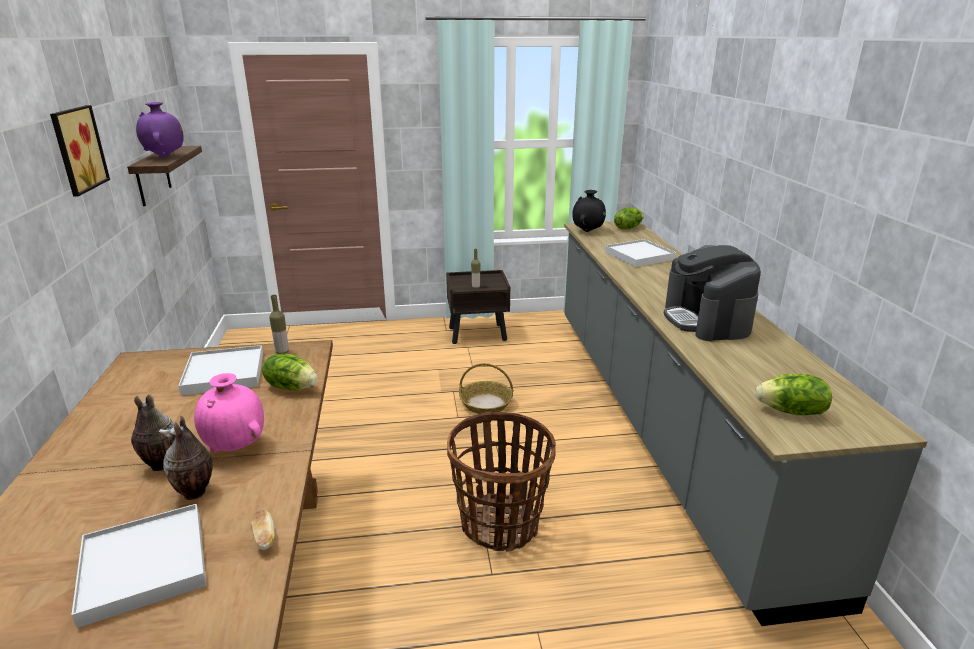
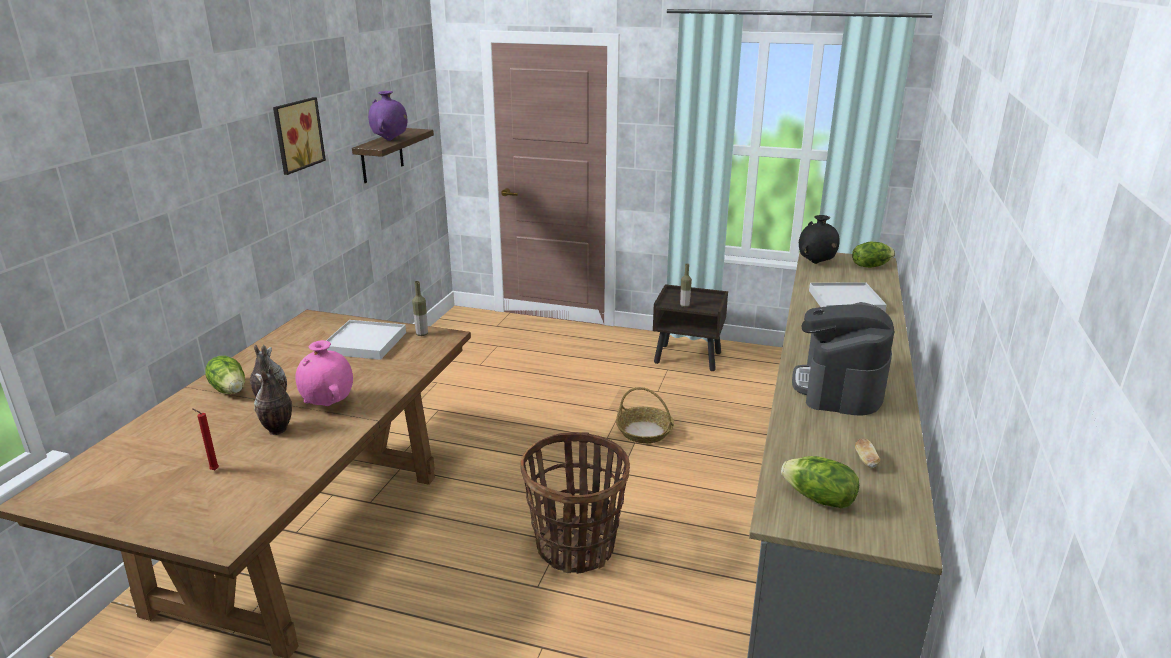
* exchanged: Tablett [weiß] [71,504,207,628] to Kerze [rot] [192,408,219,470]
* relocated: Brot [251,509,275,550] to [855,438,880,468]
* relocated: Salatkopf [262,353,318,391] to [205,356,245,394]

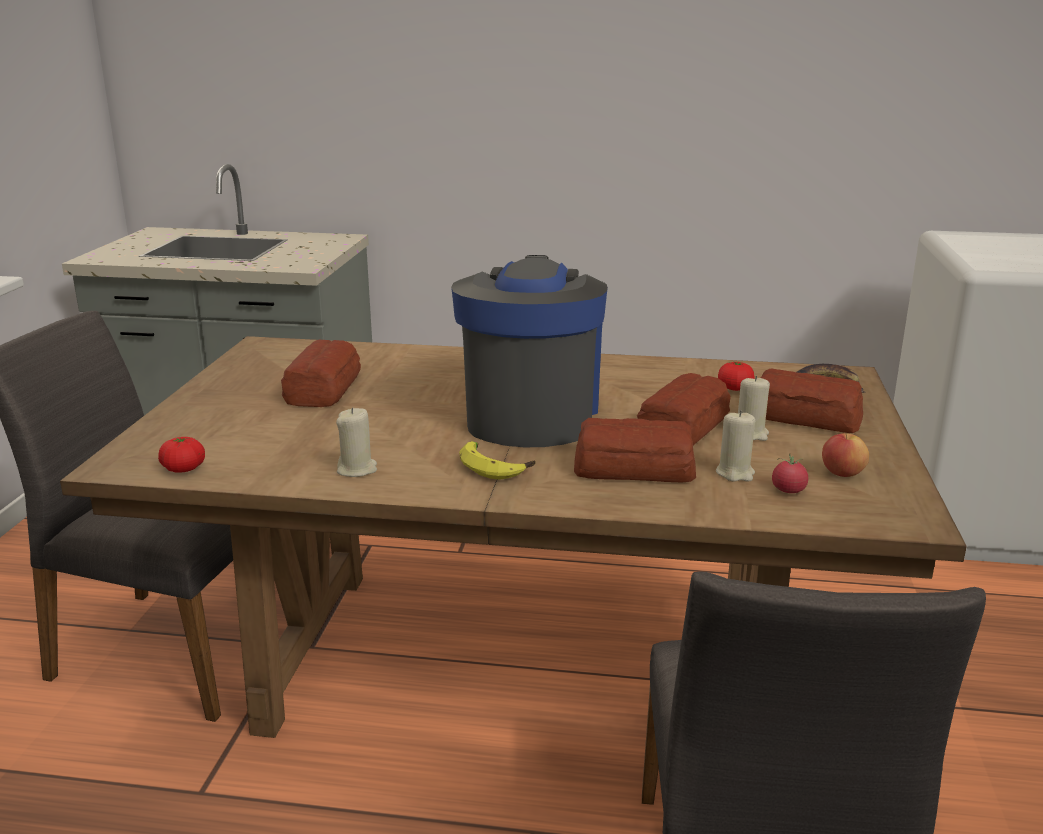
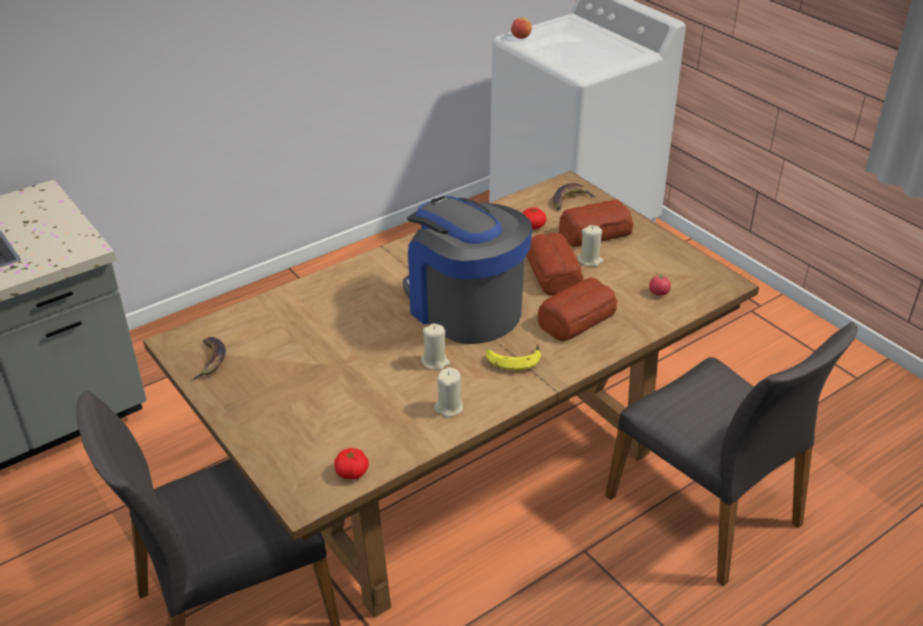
* missing: Brot [281,340,361,407]
* relocated: Kerze [beige] [716,410,755,482] to [421,324,450,370]
* relocated: Apfel [822,433,869,477] to [511,17,532,39]
* appeared: Banane [191,337,226,381]

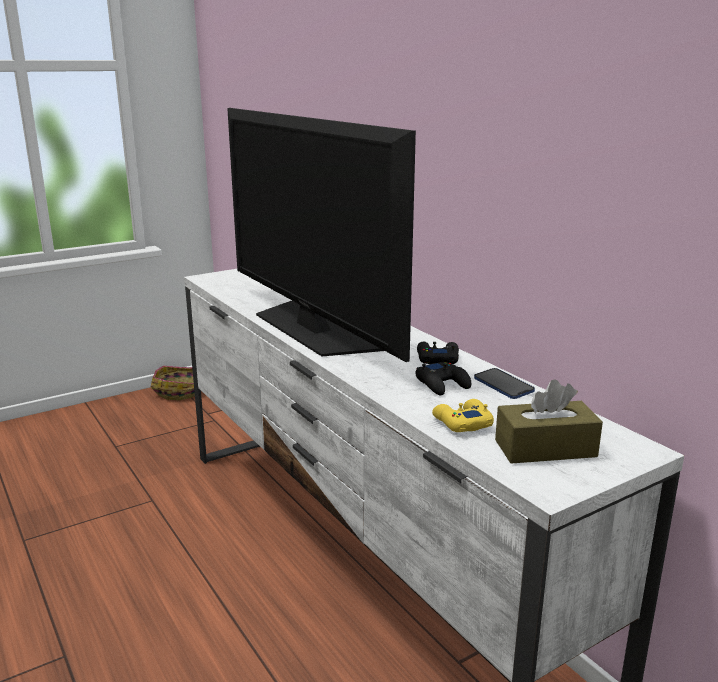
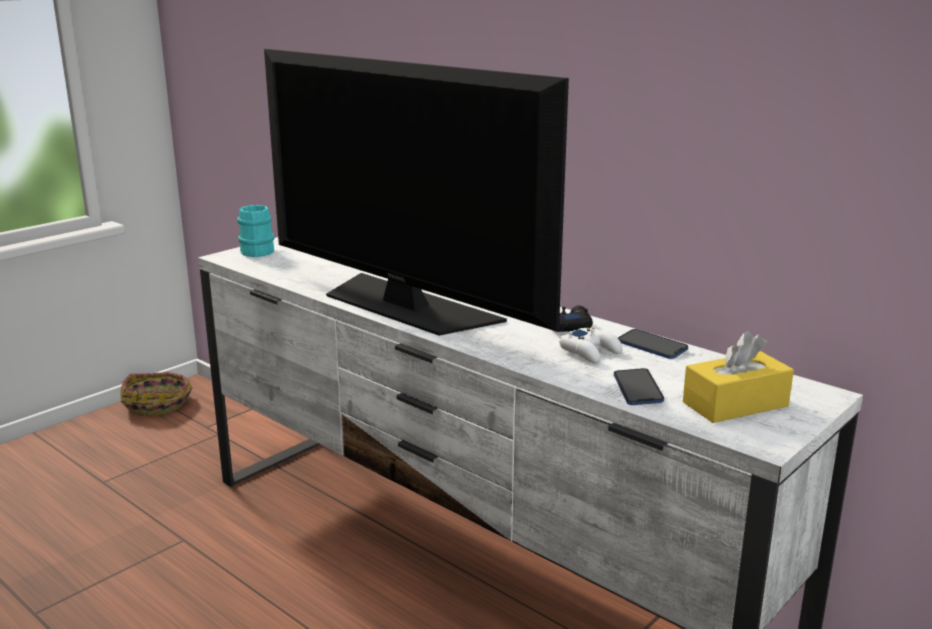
* colour: Gamepad [schwarz] [415,362,471,395] to Gamepad [weiß] [559,328,623,364]
* exchanged: Gamepad [gelb] [432,399,494,432] to Handy [614,368,664,405]
* colour: Taschentuchbox [braun] [495,379,603,464] to Taschentuchbox [gelb] [683,331,794,423]
* appeared: Henkelbecher [türkis] [237,205,274,257]

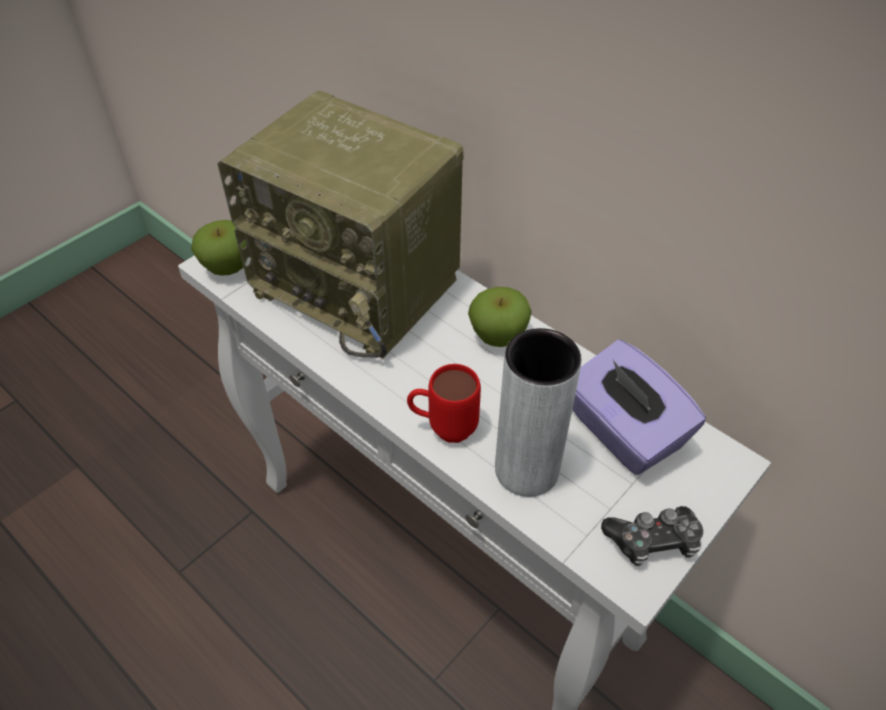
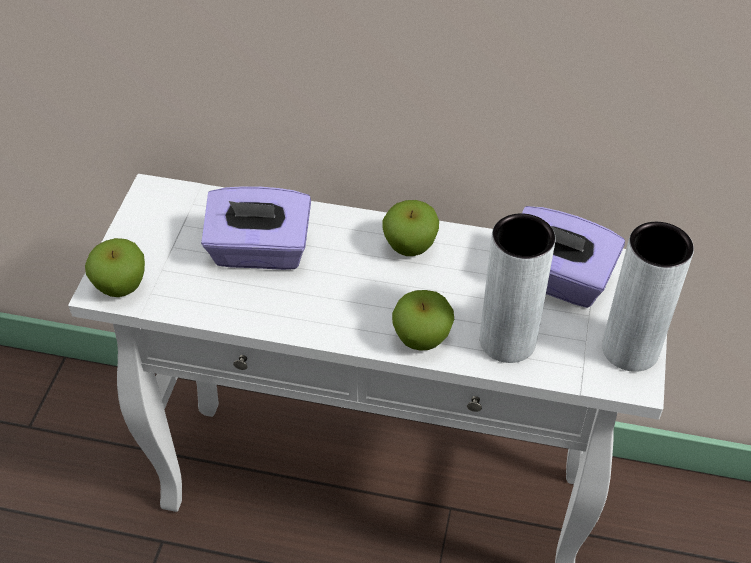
* exchanged: Radio [217,91,464,358] to Taschentuchbox [lila] [201,186,311,270]
* exchanged: Henkelbecher [rot] [407,364,481,443] to Apfel [392,290,454,350]
* exchanged: Gamepad [601,506,703,566] to Vase [grau] [602,222,694,372]

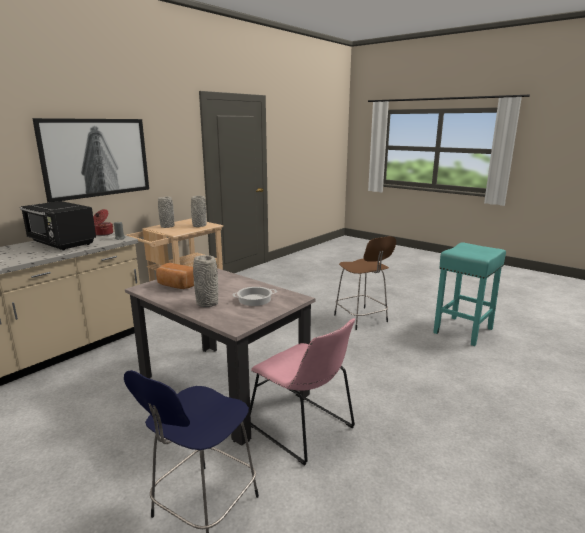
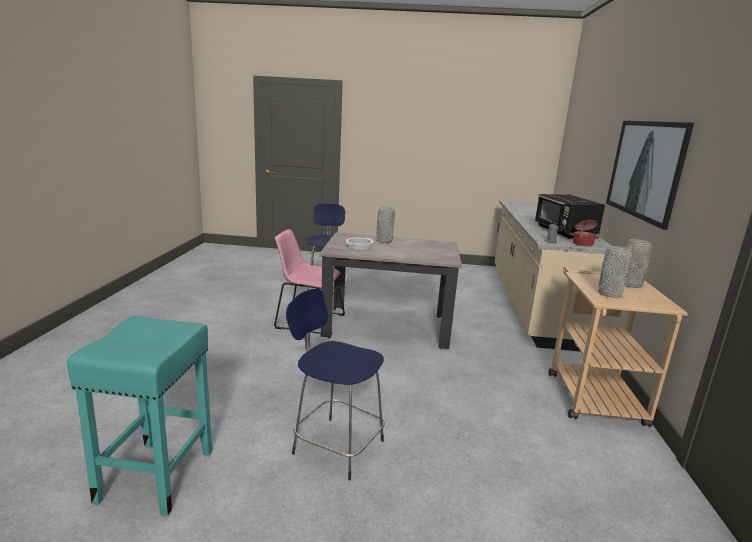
* spun: Mikrowelle [schwarz] [20,201,96,251] = [535,194,605,239] 105 degrees counterclockwise
* missing: Brot [156,263,194,289]
* colour: Hocker [braun] [334,236,396,330] to Hocker [blau] [286,288,385,481]

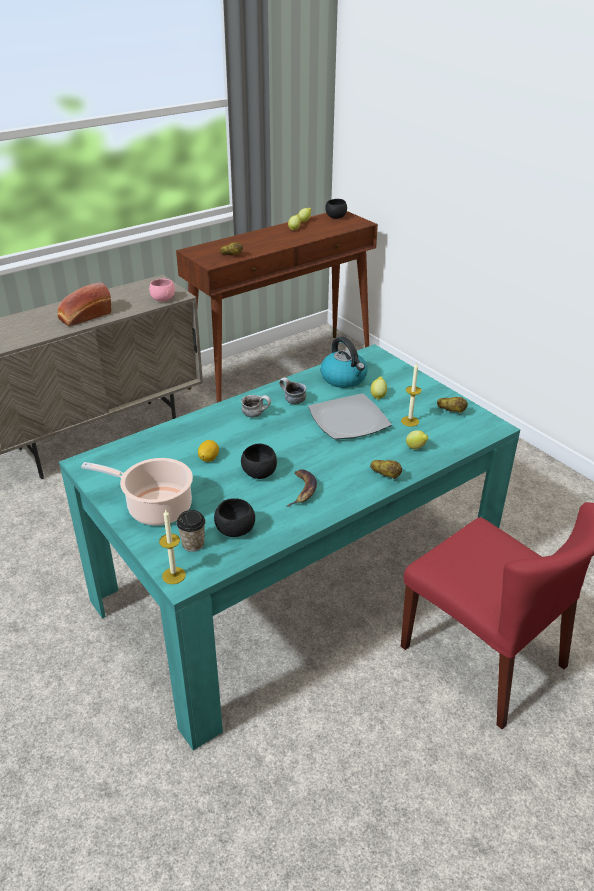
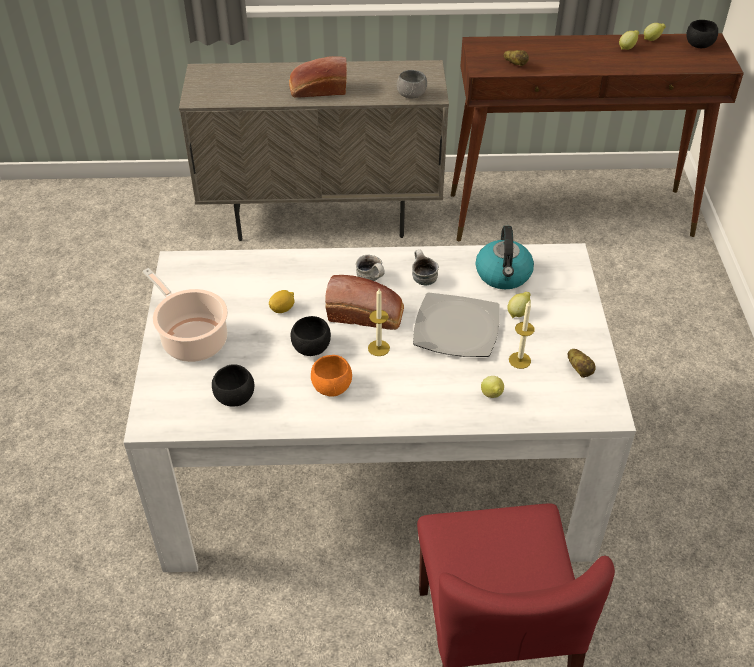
* colour: Esstisch [türkis] [59,344,520,750] to Esstisch [weiß] [123,243,636,572]
* colour: Schüssel [rosa] [149,279,175,302] to Schüssel [grau] [397,70,427,99]
* relocated: Kerze [159,509,186,584] to [368,289,390,356]
* missing: Tasse [177,510,206,552]
* exchanged: Banane [287,469,317,507] to Schüssel [orange] [311,355,352,397]
* missing: Kartoffel [370,460,402,479]
* appeared: Brot [325,275,404,330]

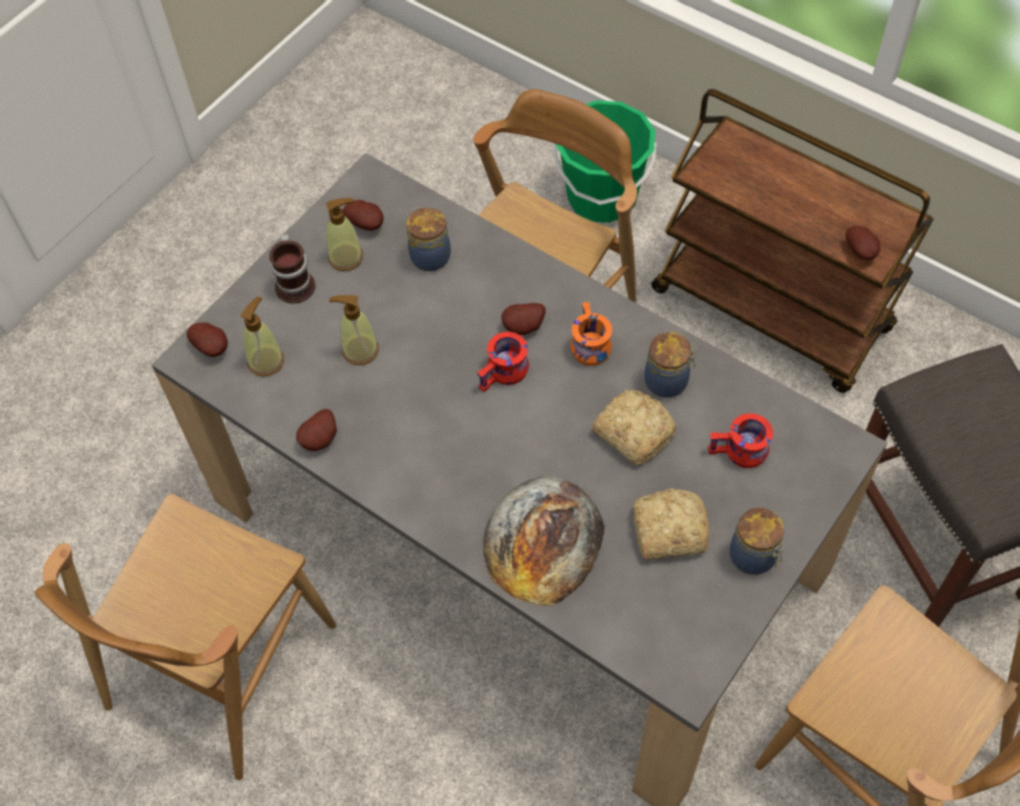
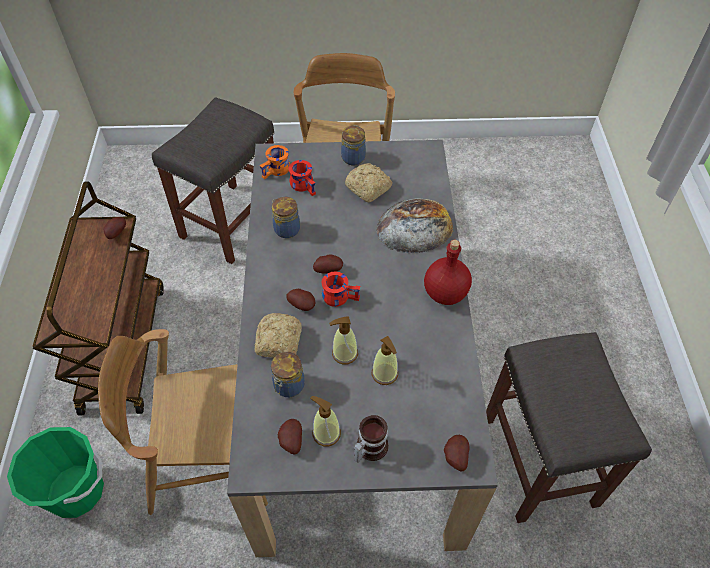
* exchanged: Stuhl [braun] [35,494,336,780] to Hocker [grau] [486,332,652,523]
* relocated: Seifenspender [240,296,284,376] to [329,316,358,365]
* relocated: Kartoffel [296,409,337,451] to [313,254,343,274]
* relocated: Henkelbecher [orange] [570,302,612,366] to [260,145,290,180]
* relocated: Brot [592,390,677,465] to [254,313,302,358]
* appeared: Flasche [rot] [424,240,472,305]

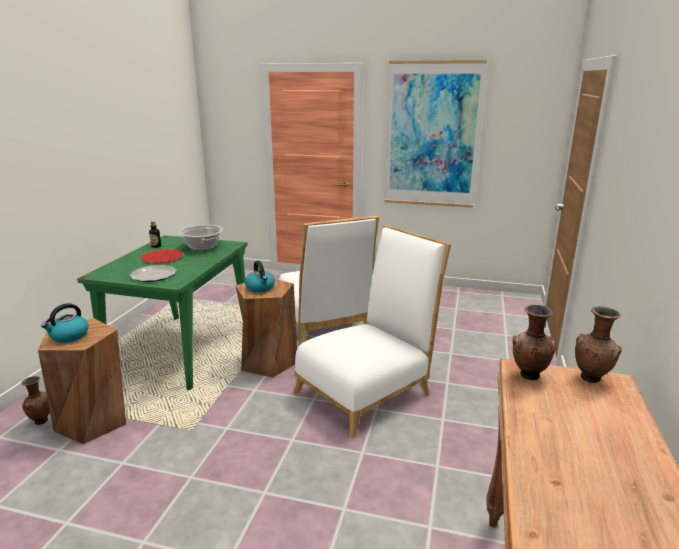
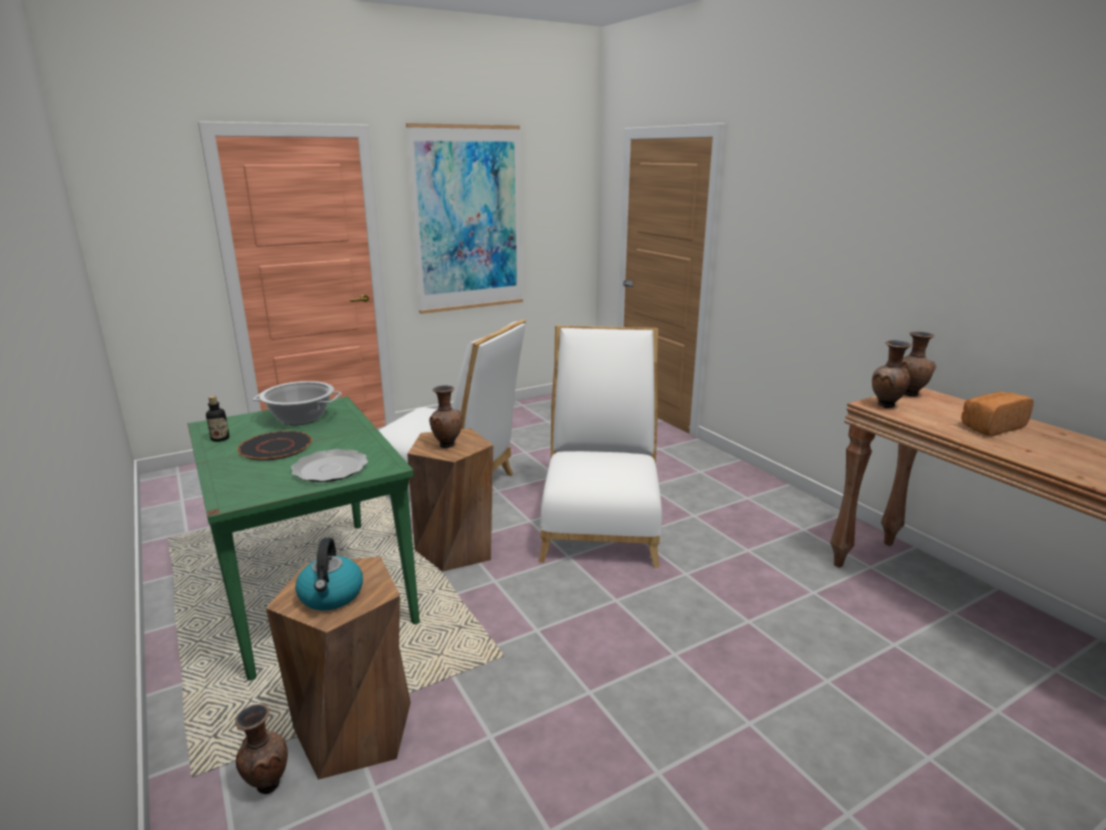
* colour: Teller [rot] [141,249,183,264] to Teller [schwarz] [238,431,312,461]
* exchanged: Wasserkessel [245,261,275,292] to Vase [braun] [429,385,462,448]
* appeared: Brot [961,392,1034,436]

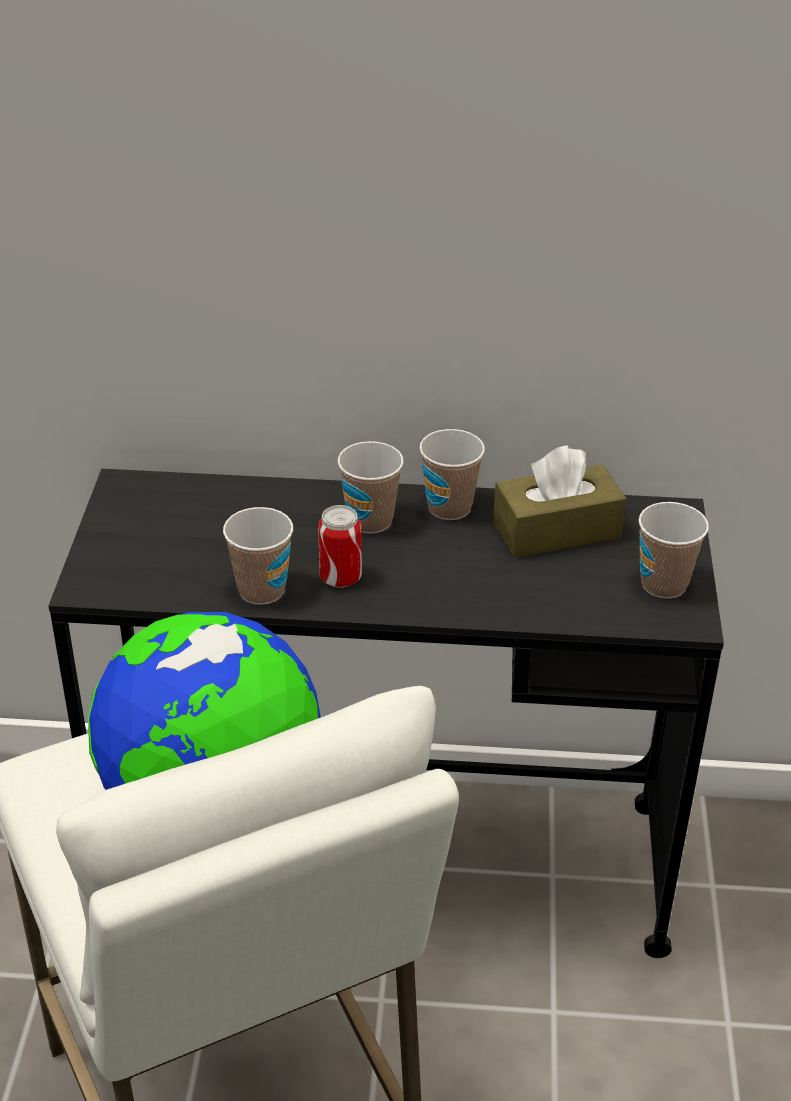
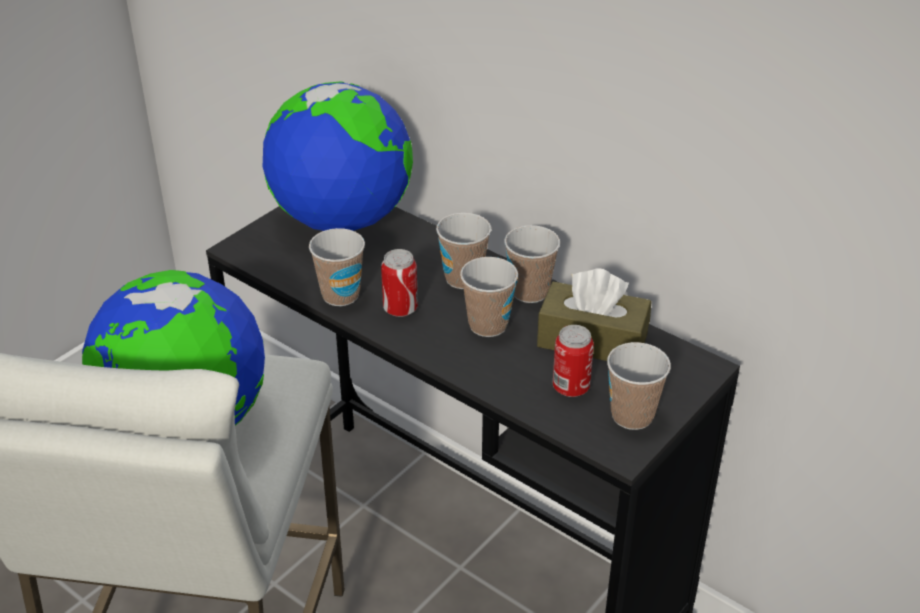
* appeared: Globus [263,81,413,231]
* appeared: Tasse [460,257,518,337]
* appeared: Dose [553,325,594,397]

